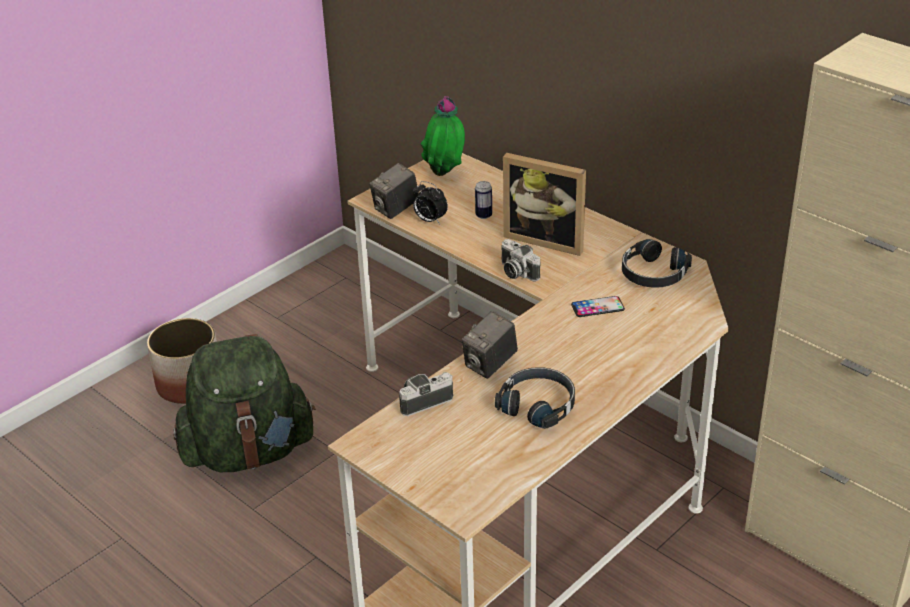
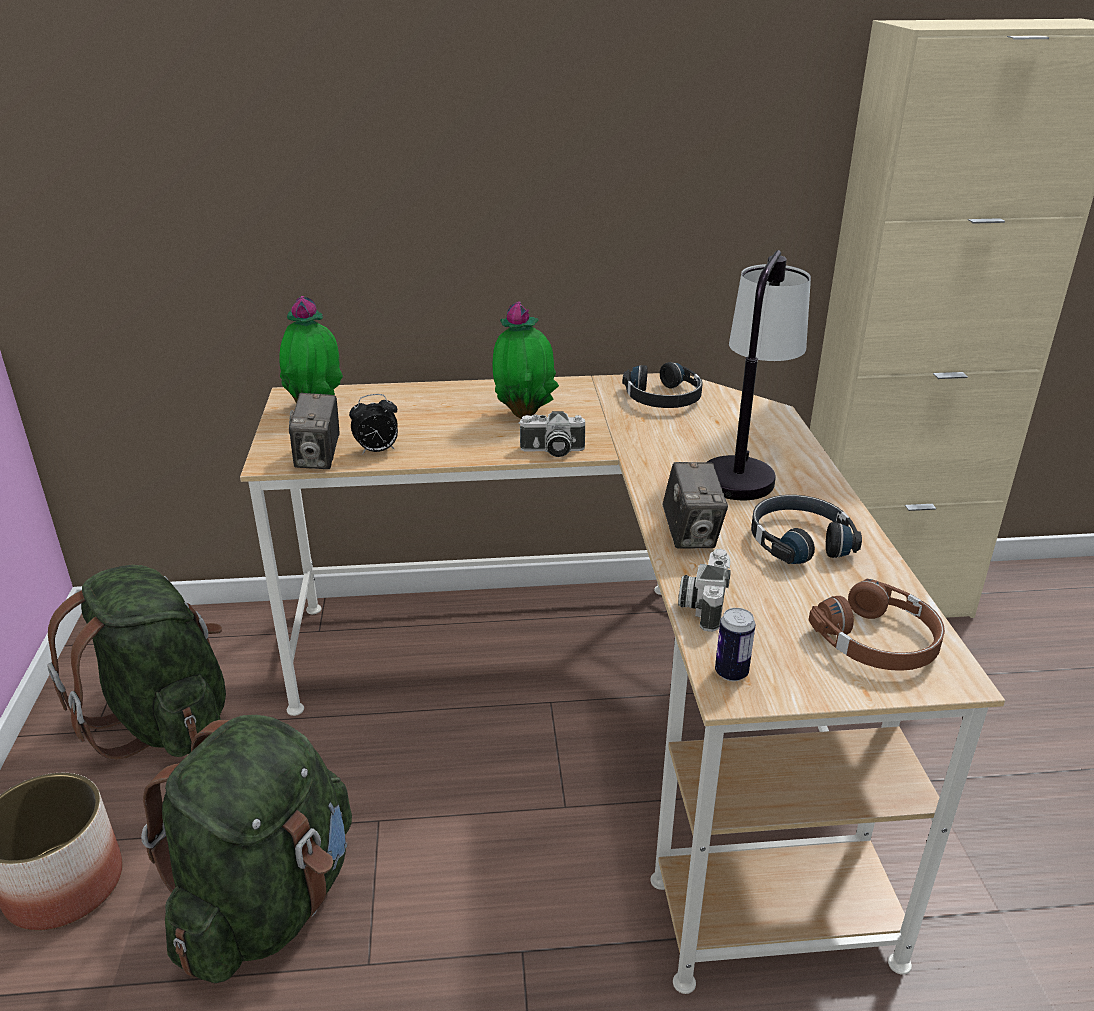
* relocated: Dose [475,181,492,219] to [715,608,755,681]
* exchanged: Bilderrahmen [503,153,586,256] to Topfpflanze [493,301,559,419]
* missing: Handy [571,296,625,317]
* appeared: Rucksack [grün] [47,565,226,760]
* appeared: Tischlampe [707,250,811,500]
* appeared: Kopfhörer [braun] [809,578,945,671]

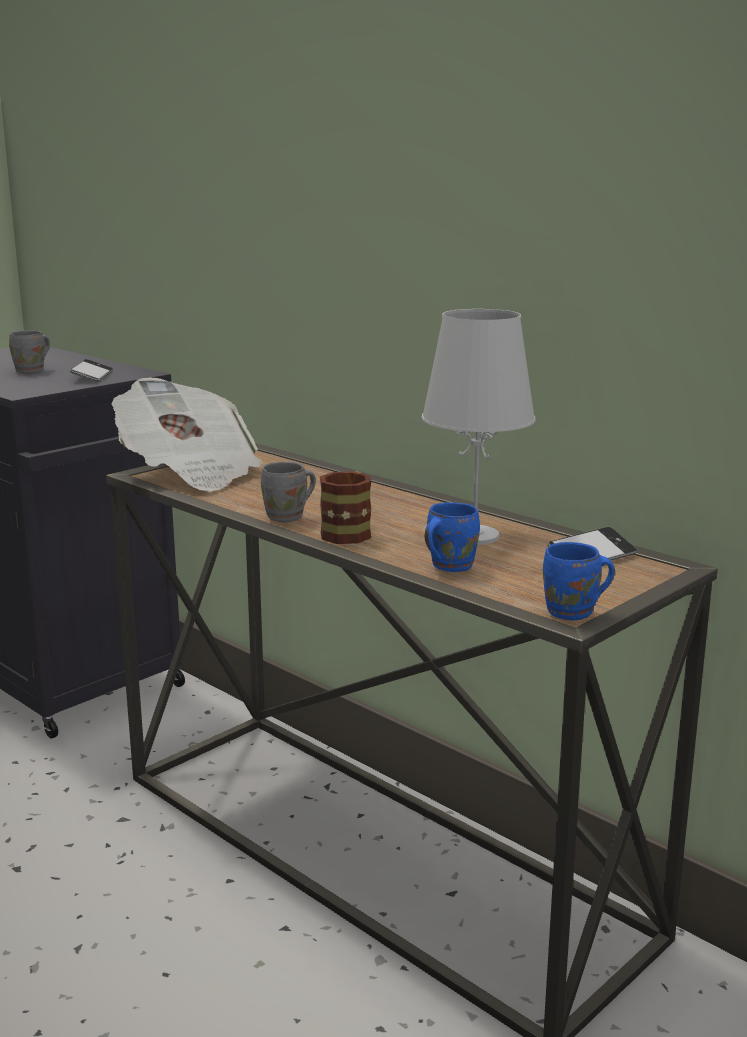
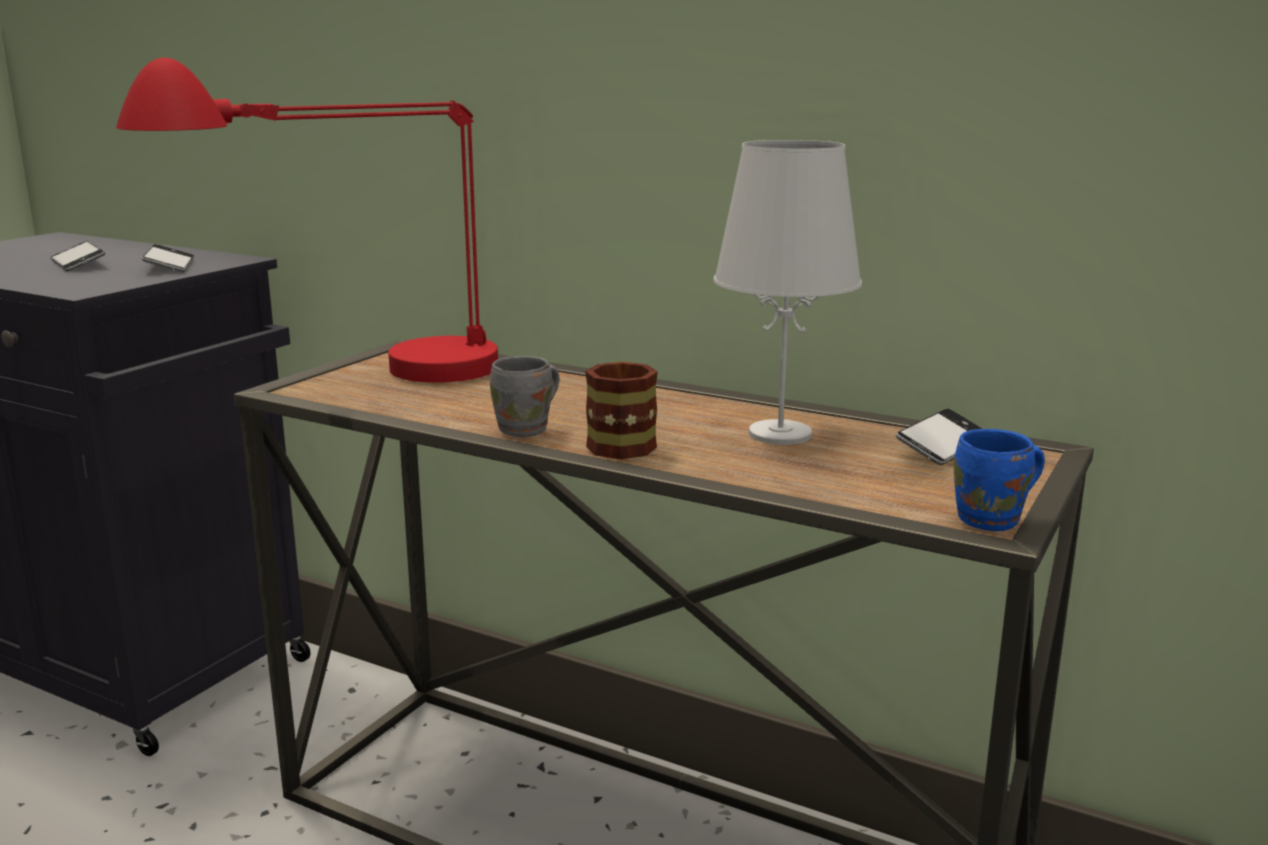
* exchanged: Henkelbecher [grau] [9,330,50,374] to Handy [50,241,105,271]
* exchanged: Zeitung [112,378,263,492] to Tischlampe [rot] [116,57,498,383]
* missing: Henkelbecher [blau] [425,502,480,572]

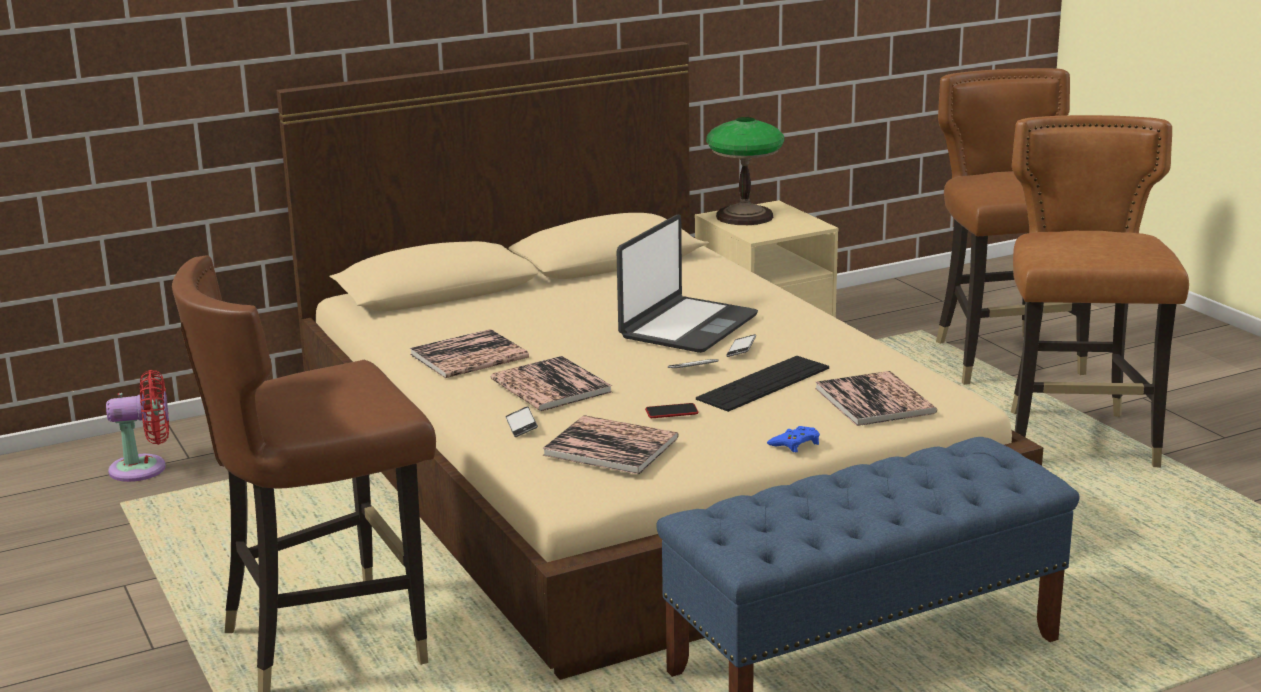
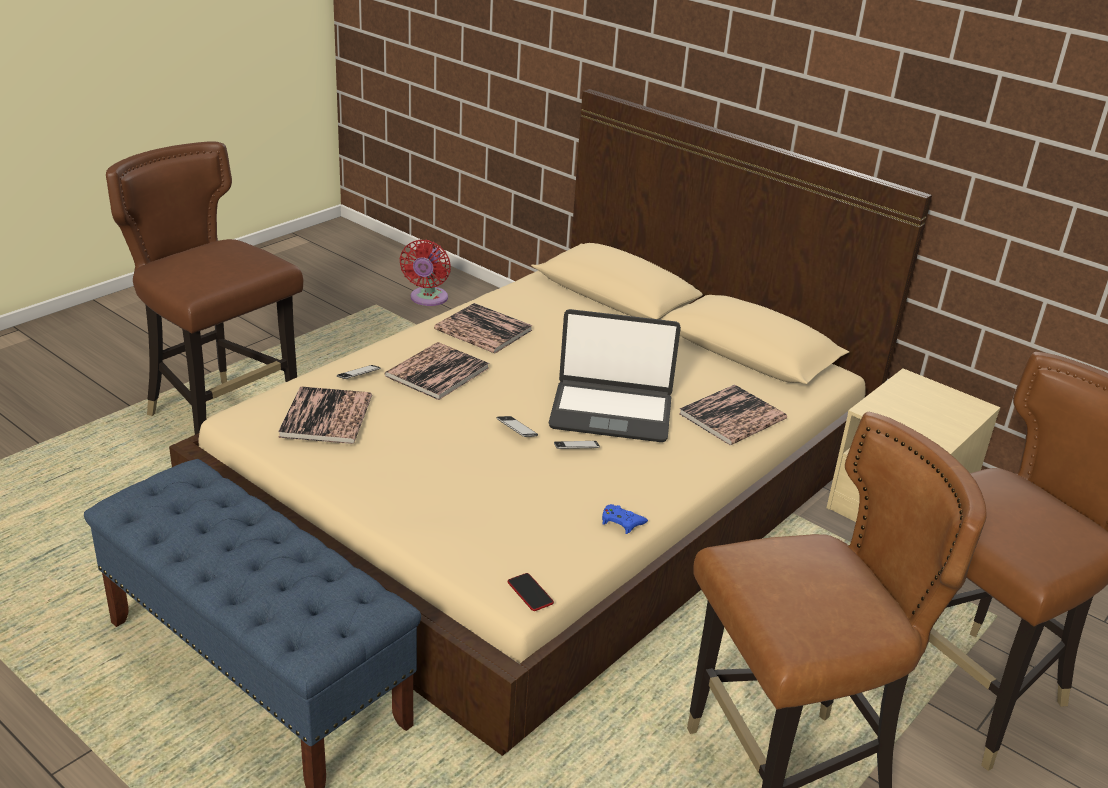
* spun: Ventilator [rot] [106,370,169,482] = [400,240,451,306] 45 degrees clockwise
* relocated: Handy [645,403,698,418] to [508,573,554,611]
* missing: Tastatur [696,356,829,412]
* missing: Tischlampe [706,117,784,225]
* relocated: Gamepad [blau] [767,426,820,452] to [602,504,648,534]
* relocated: Buch [815,371,937,426] to [679,384,787,445]

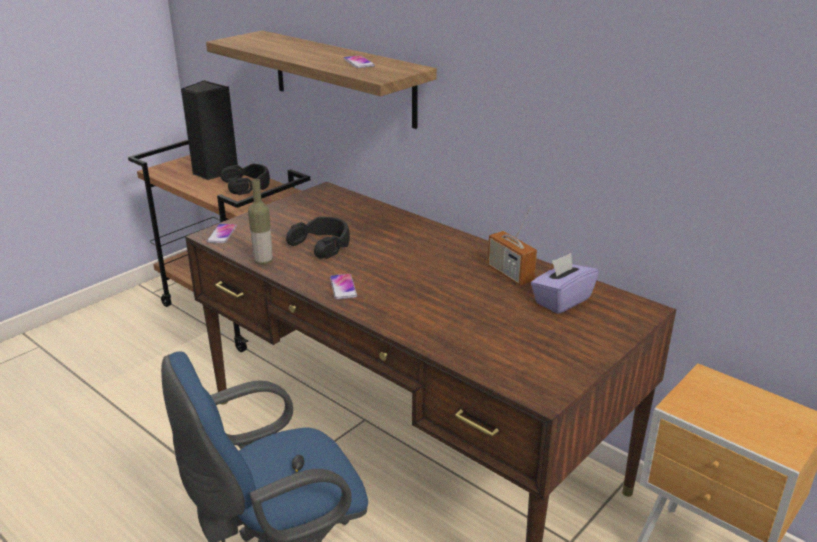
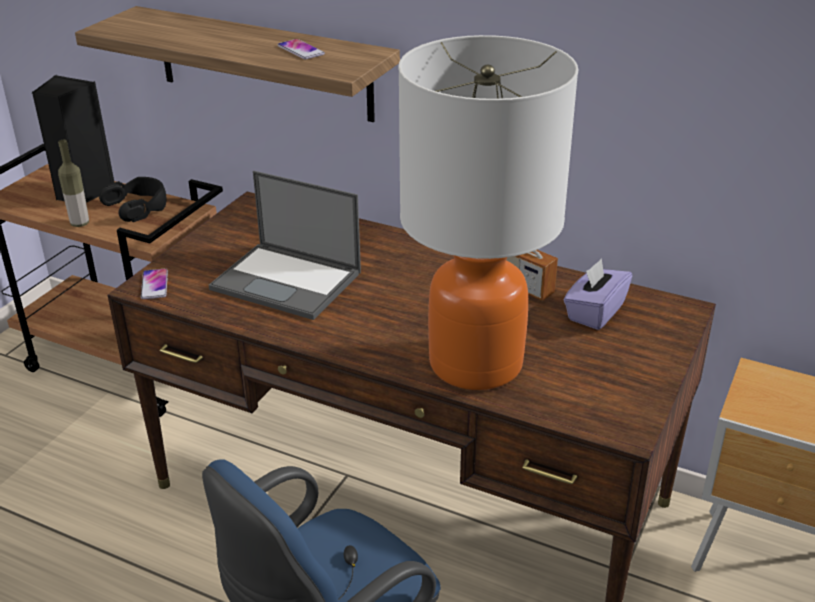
* relocated: Flasche [248,179,273,264] to [58,140,89,227]
* exchanged: Kopfhörer [schwarz] [286,217,350,259] to Laptop [209,171,361,320]
* missing: Handy [330,274,357,299]
* appeared: Tischlampe [398,35,579,390]

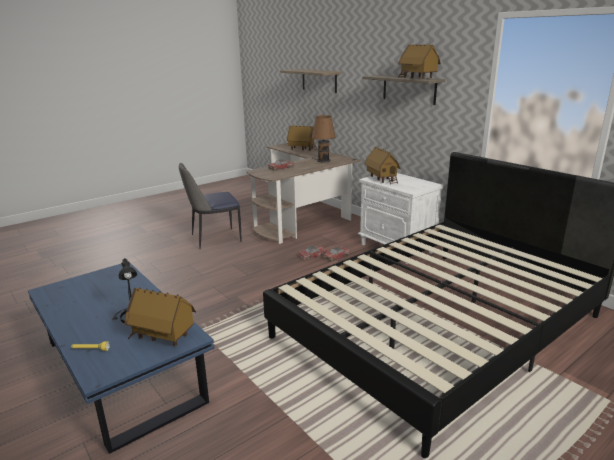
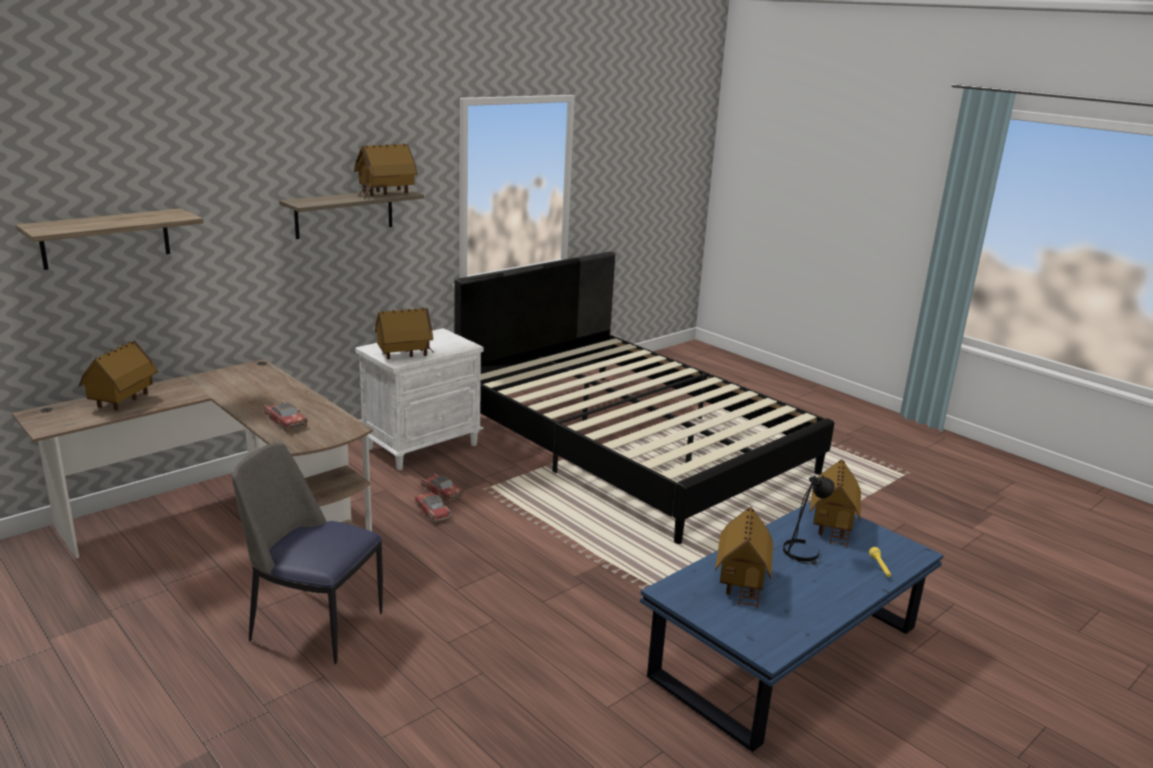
* spun: Stuhl [179,163,241,249] = [232,443,383,664] 135 degrees clockwise
* missing: Tischlampe [braun] [312,115,336,162]
* appeared: Spielzeughaus [715,506,773,609]

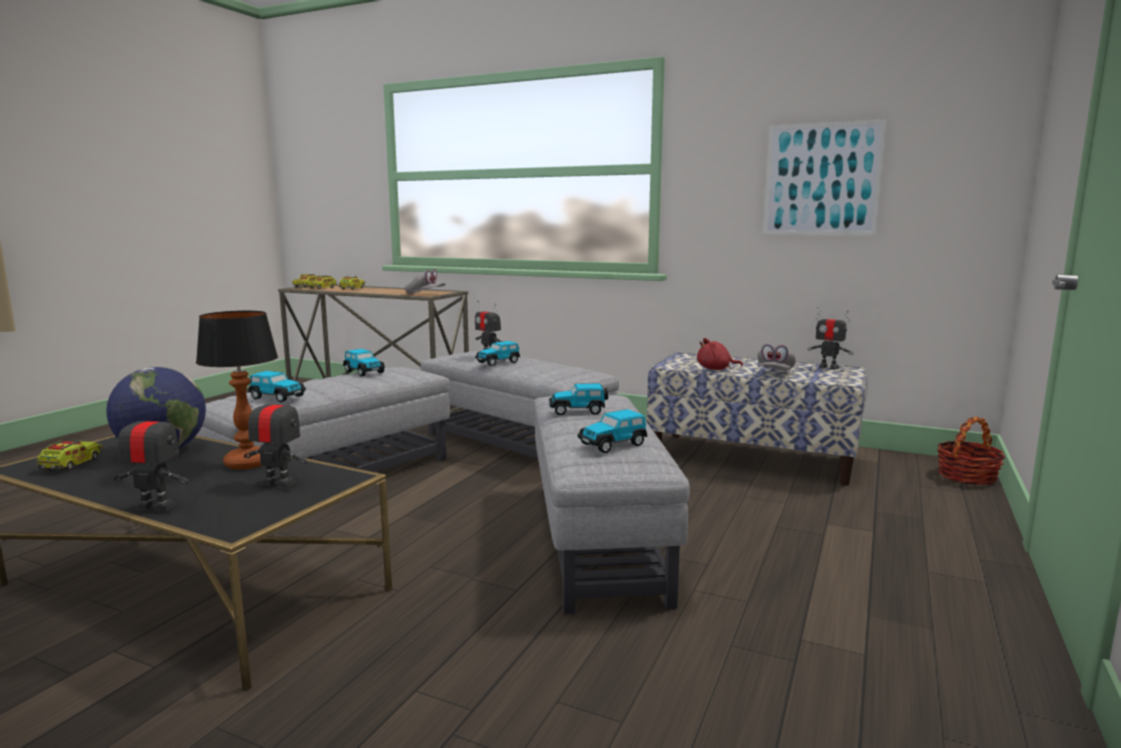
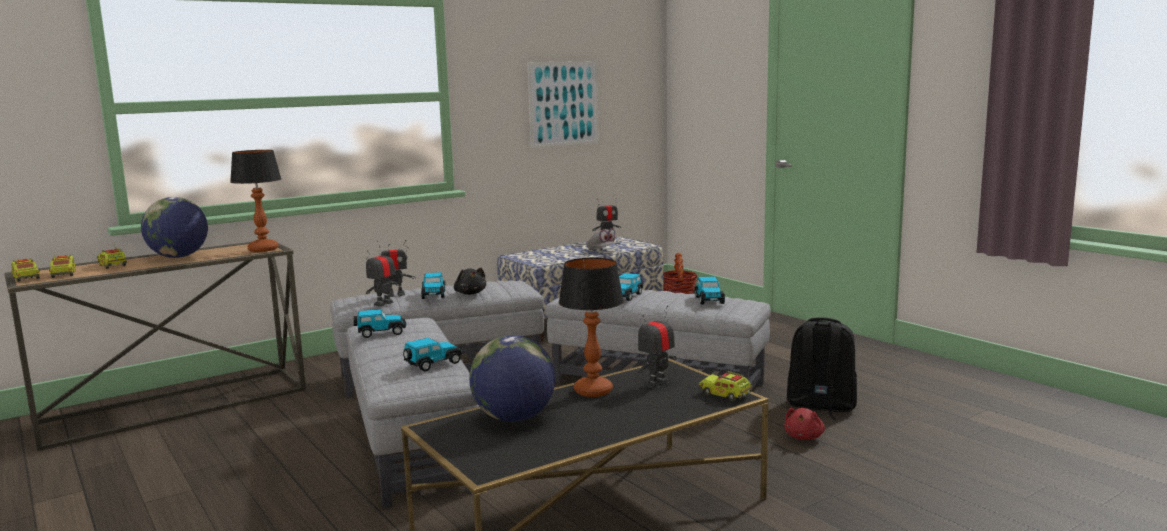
* relocated: Spielzeuglaster [36,435,103,471] to [699,367,752,401]
* relocated: Spielzeugroboter [114,405,189,511] to [366,244,400,307]
* exchanged: Kappe [grau] [405,269,446,294] to Tischlampe [230,150,281,252]
* relocated: Plüschtier [rot] [697,338,743,370] to [785,408,825,440]
* appeared: Globus [141,197,208,258]
* appeared: Plüschtier [schwarz] [454,268,486,295]
* appeared: Rucksack [schwarz] [787,317,857,420]

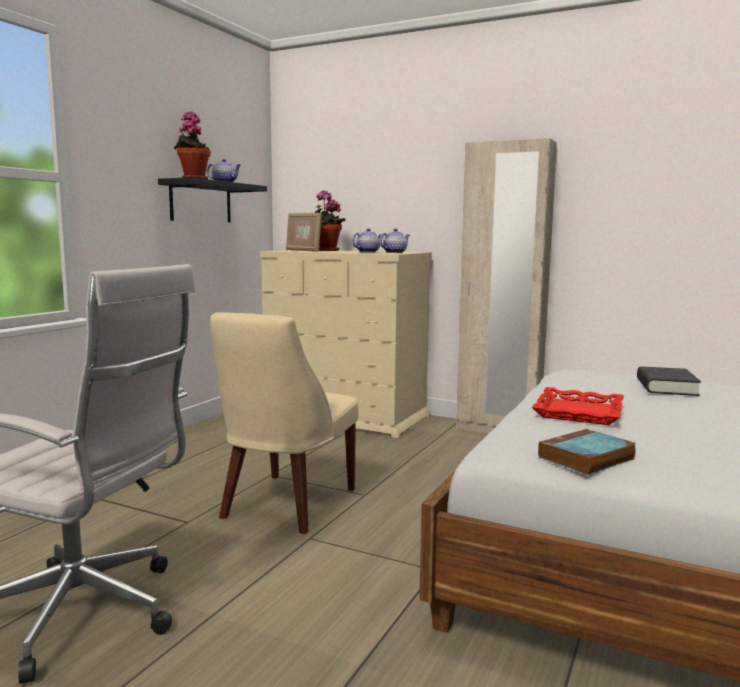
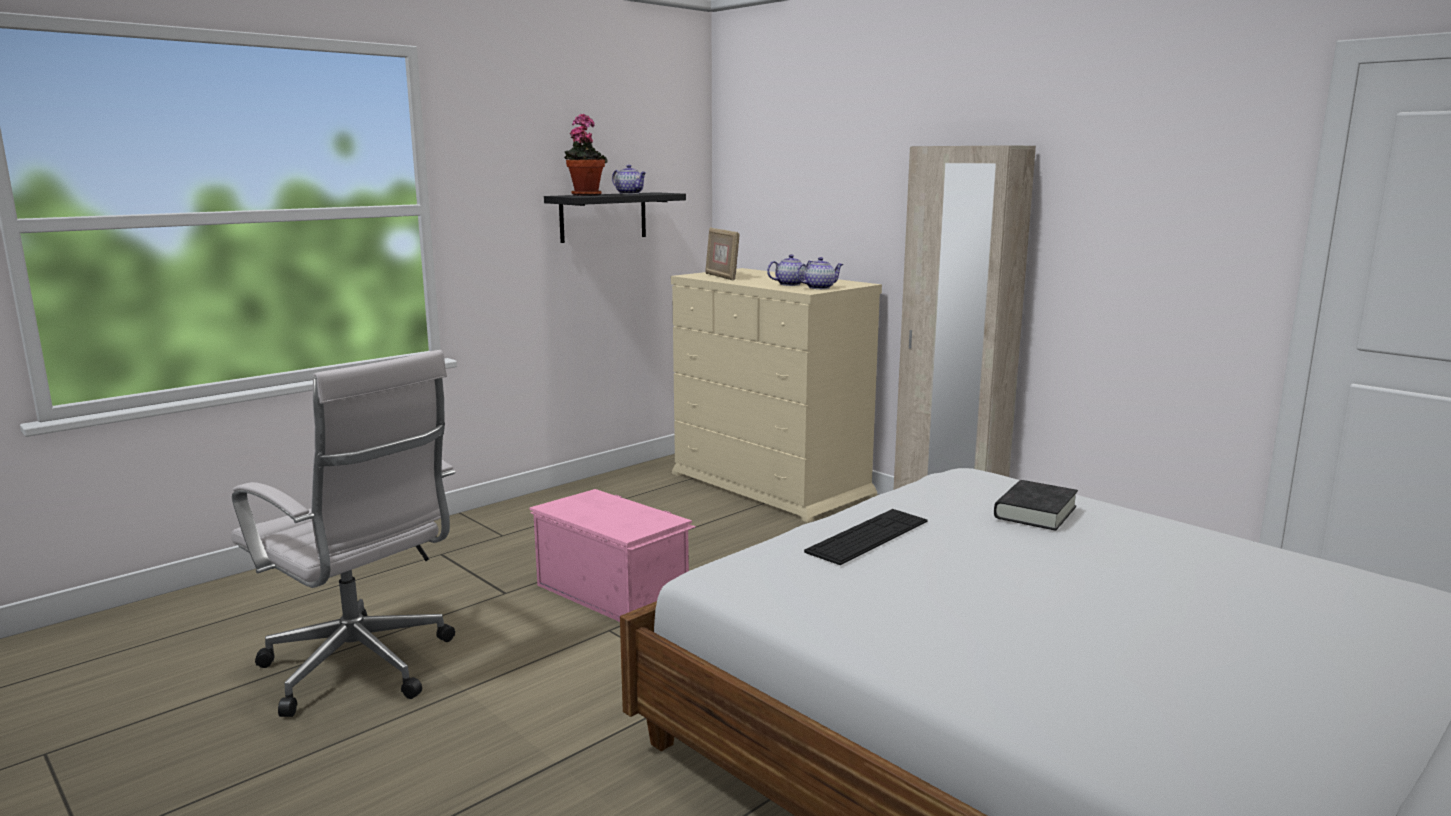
* exchanged: Stuhl [beige] [210,312,359,534] to Aufbewahrungsbox [rosa] [530,489,696,622]
* missing: Topfpflanze [315,190,345,251]
* exchanged: Tablett [rot] [532,387,624,425] to Tastatur [804,509,928,565]
* missing: Buch [538,429,636,475]

